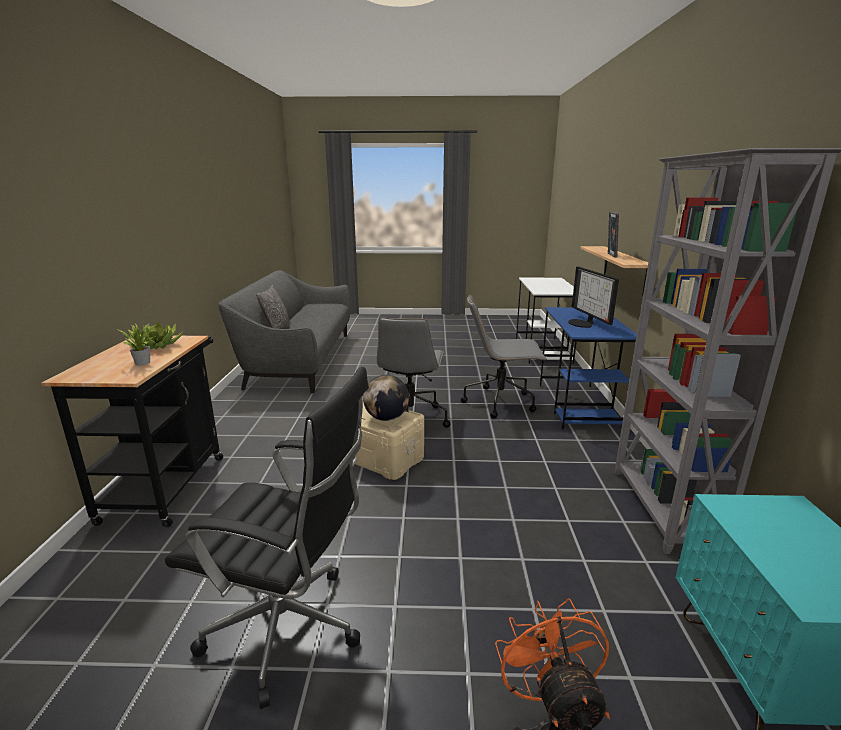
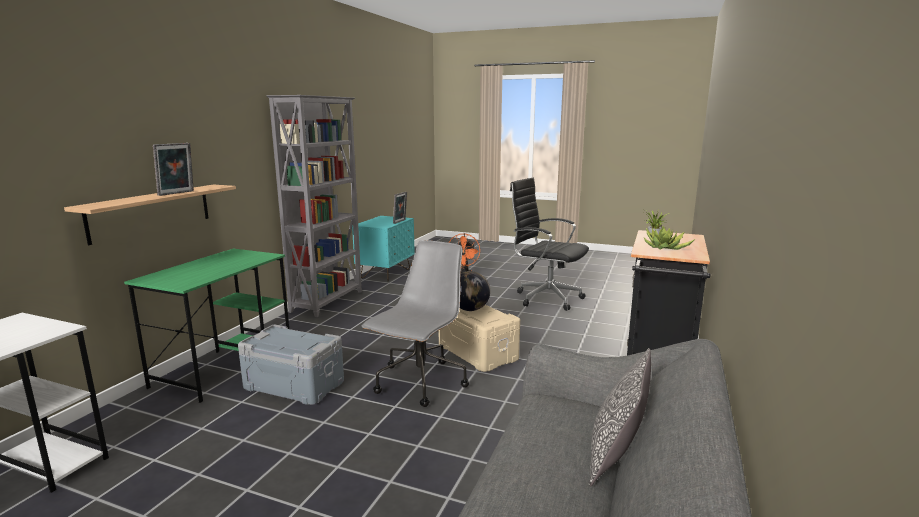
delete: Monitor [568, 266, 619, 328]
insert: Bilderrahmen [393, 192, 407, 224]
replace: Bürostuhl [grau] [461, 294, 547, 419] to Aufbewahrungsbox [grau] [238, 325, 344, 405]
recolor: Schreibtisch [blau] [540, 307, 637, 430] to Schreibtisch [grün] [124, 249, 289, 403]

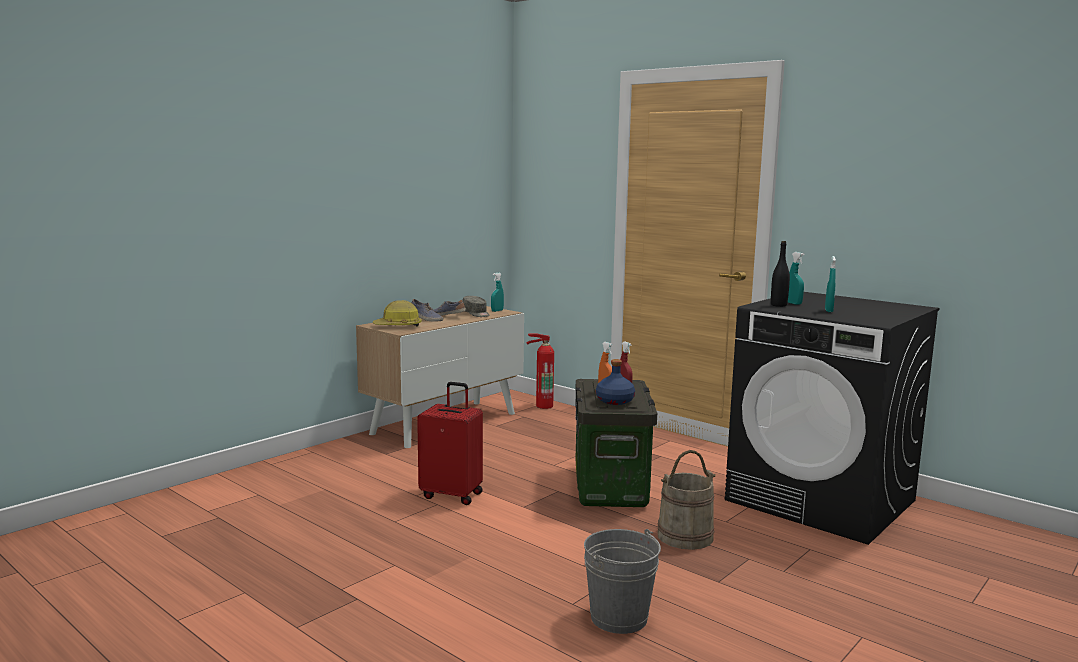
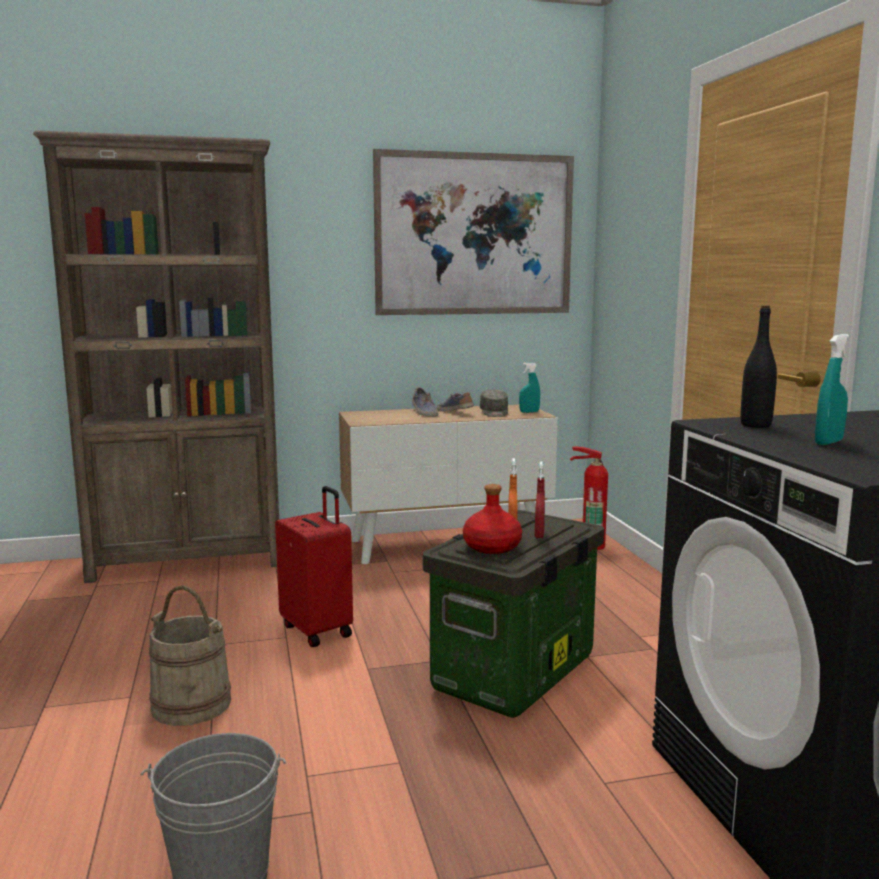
delete: Sprühflasche [türkis] [788, 252, 804, 305]; Schutzhelm [373, 300, 422, 327]
insert: Bücherregal [braun] [33, 131, 279, 583]; Bild [373, 149, 574, 315]
move: Eimer [beige] [658, 450, 716, 550] to [149, 585, 231, 726]
recolor: Flasche [blau] [596, 359, 635, 405] to Flasche [rot] [463, 484, 522, 554]

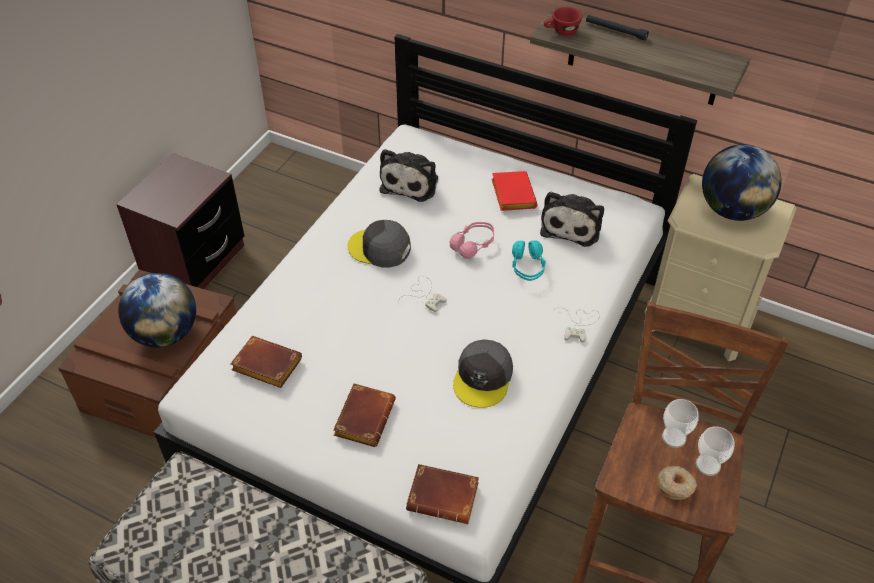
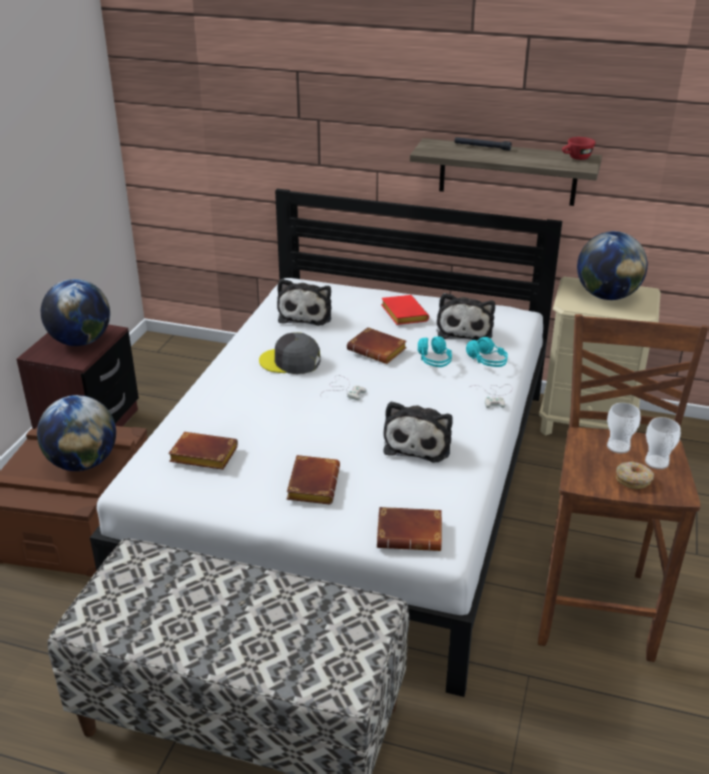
insert: Globus [41, 279, 110, 346]; Kopfhörer [türkis] [466, 337, 508, 367]
move: Tasse [rot] [544, 7, 582, 36] to [562, 137, 595, 160]
replace: Kopfhörer [rosa] [450, 222, 494, 259] to Buch [braun] [347, 327, 407, 364]; Kappe [grau] [453, 339, 513, 408] to Plüschtier [383, 401, 453, 463]

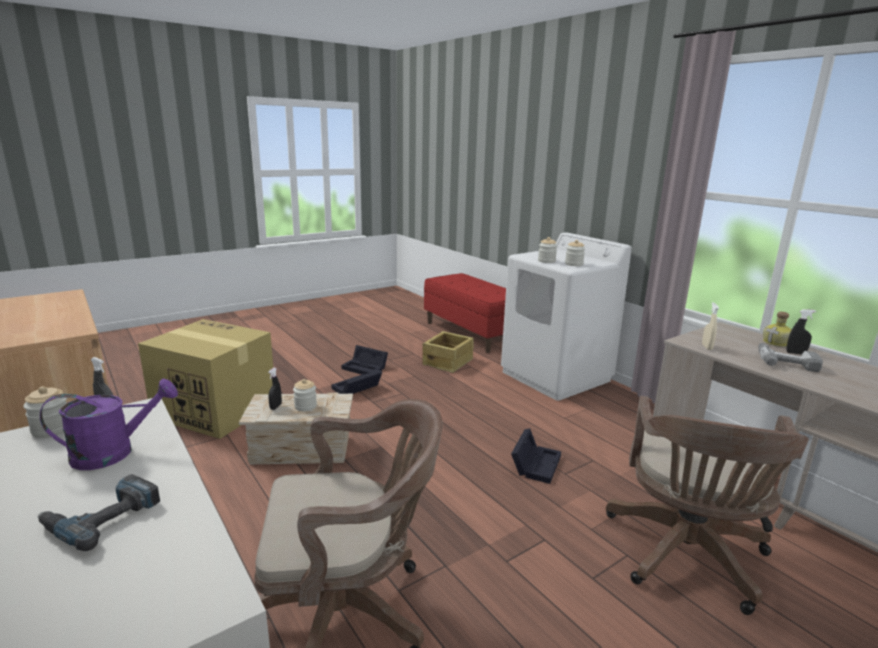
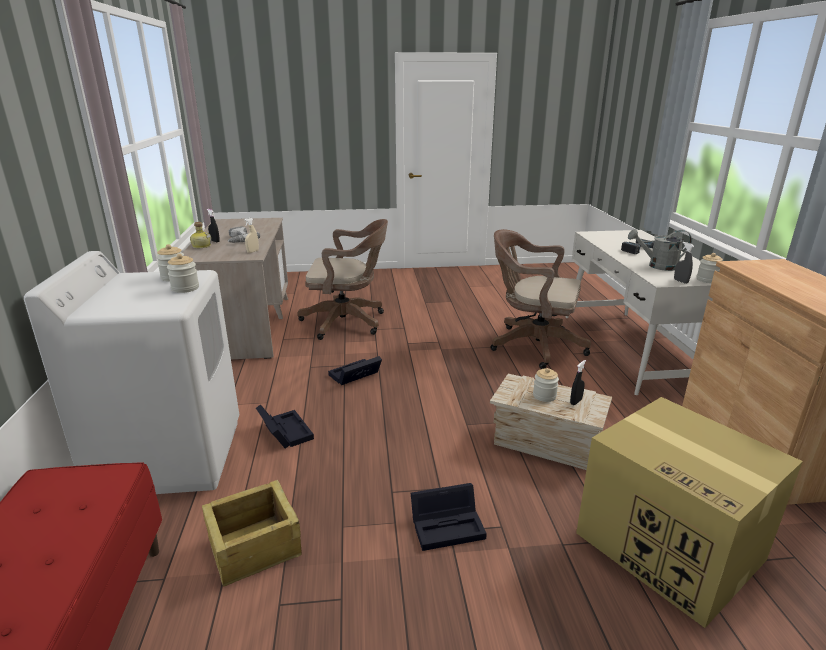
move: Aufbewahrungsbox [schwarz] [341, 345, 388, 375] to [256, 404, 314, 449]
recolor: Gießkanne [lila] [40, 379, 178, 470] to Gießkanne [grau] [628, 229, 692, 271]
rotate: Bürostuhl [braun] [606, 396, 809, 615] = [297, 219, 388, 340] 45 degrees clockwise

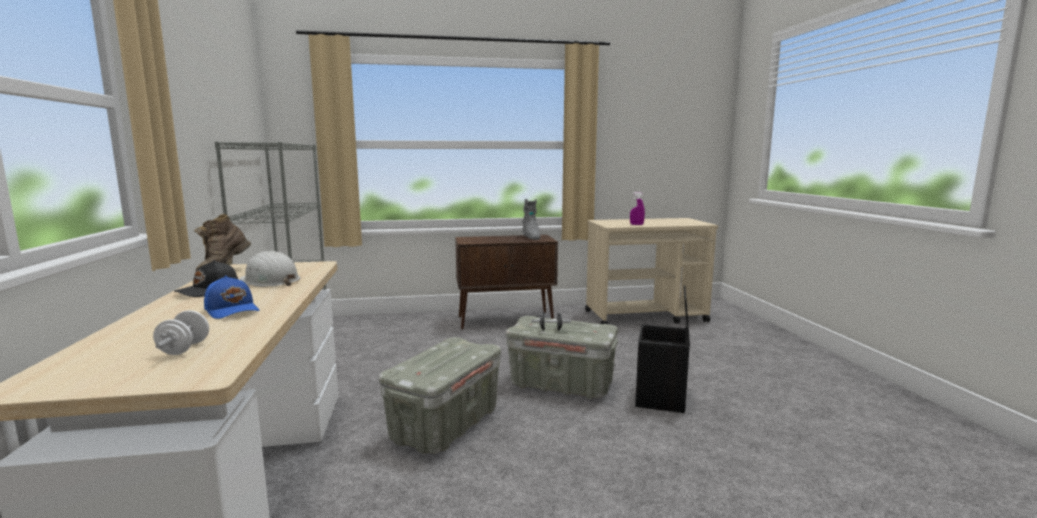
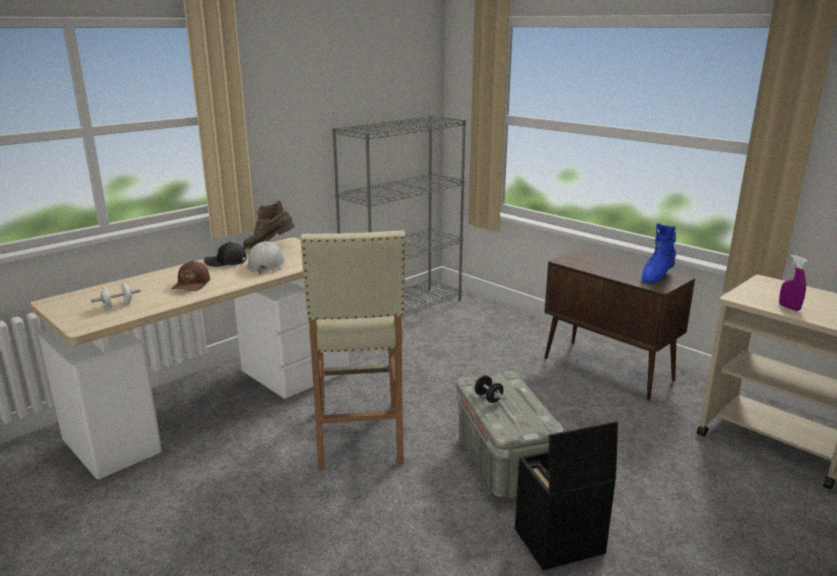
replace: Aufbewahrungsbox [grau] [379, 337, 501, 454] to Hocker [beige] [300, 230, 405, 471]
recolor: Stiefel [grau] [522, 199, 540, 240] to Stiefel [blau] [642, 223, 676, 283]; Kappe [blau] [204, 276, 260, 319] to Kappe [braun] [171, 261, 210, 291]

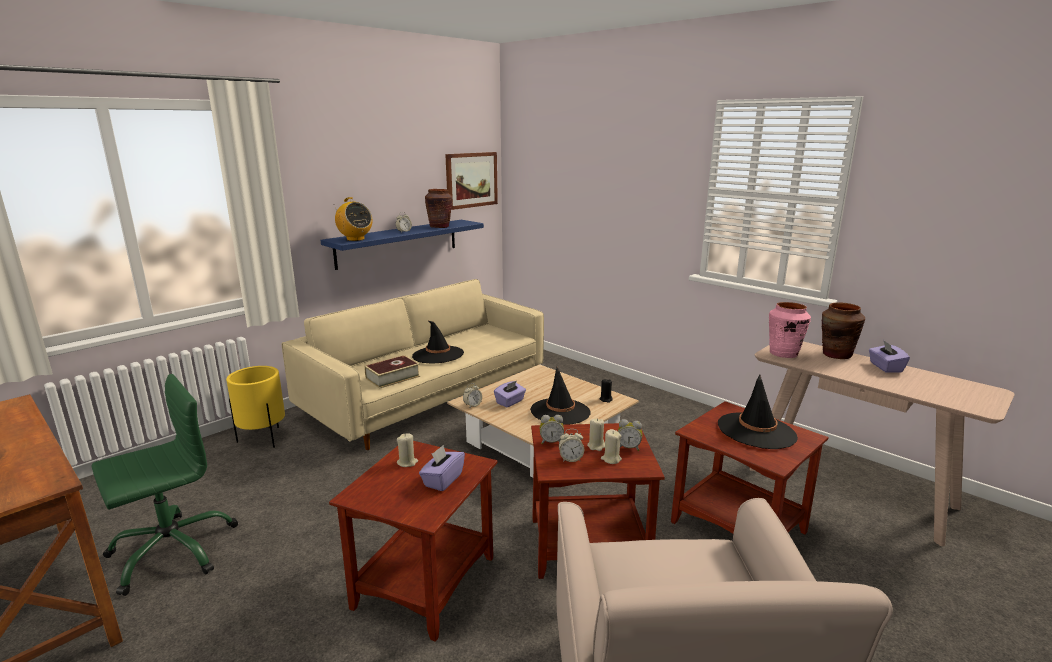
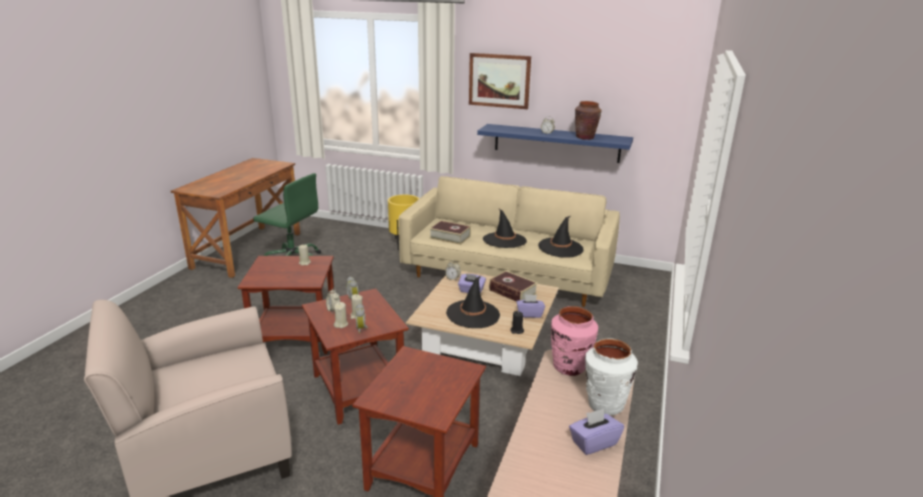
delete: Radio [335, 197, 372, 241]
insert: Buch [489, 271, 538, 301]
move: Bild [445, 152, 498, 210] to [469, 53, 531, 109]; Hut [schwarz] [718, 374, 798, 449] to [538, 216, 584, 258]; Taschentuchbox [lila] [419, 445, 465, 491] to [516, 294, 545, 318]
recolor: Vase [braun] [822, 303, 865, 359] to Vase [weiß] [585, 338, 638, 415]

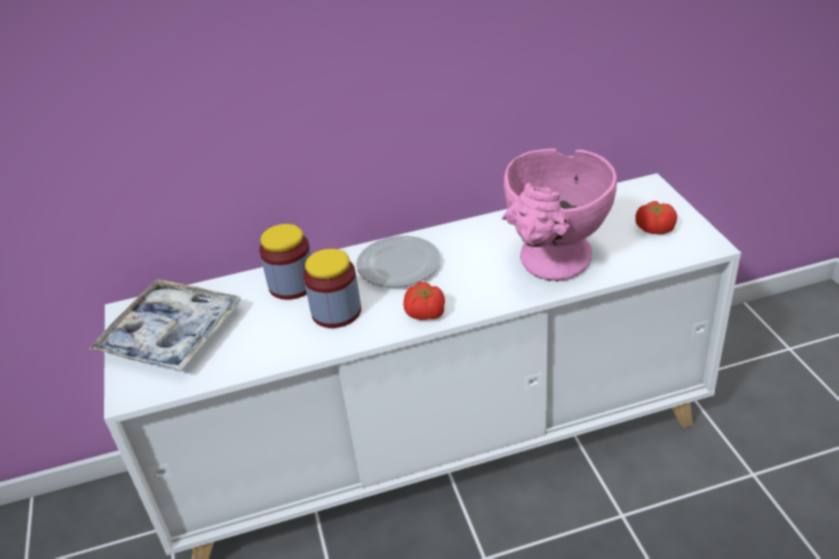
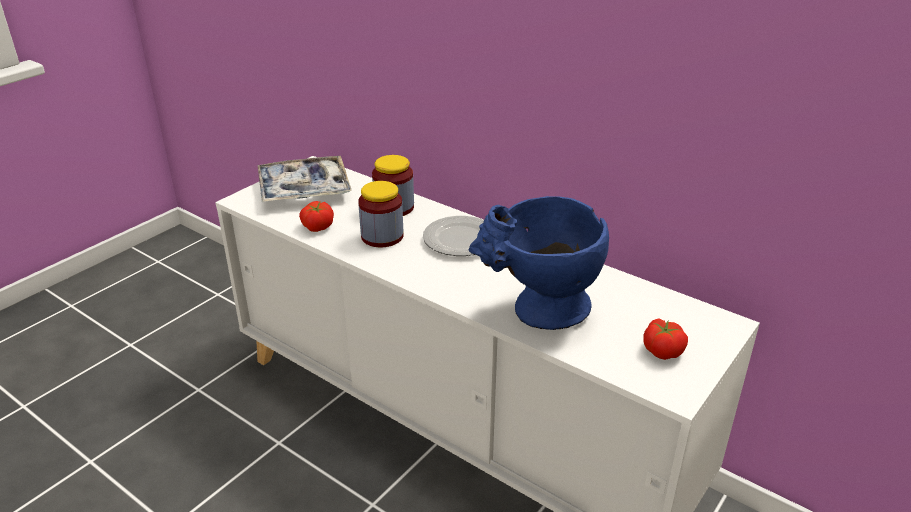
move: Tomate [403, 282, 445, 320] to [299, 201, 334, 232]
recolor: Vase [rosa] [502, 148, 617, 282] to Vase [blau] [469, 196, 609, 330]

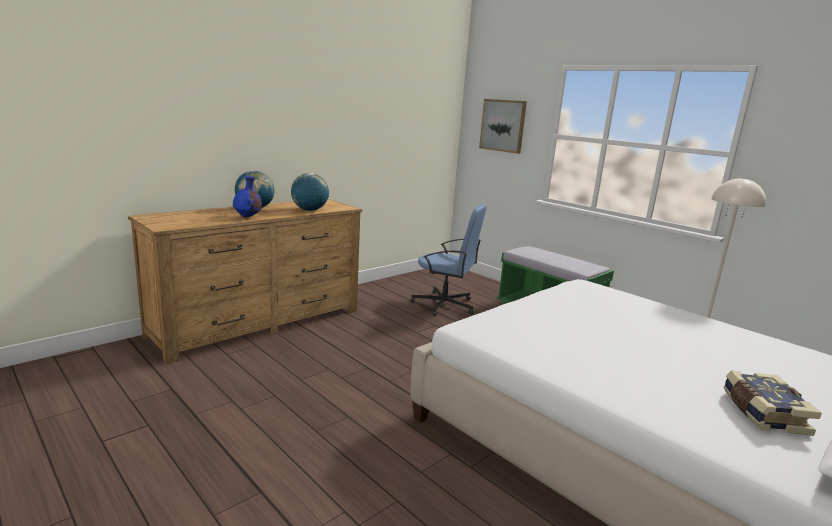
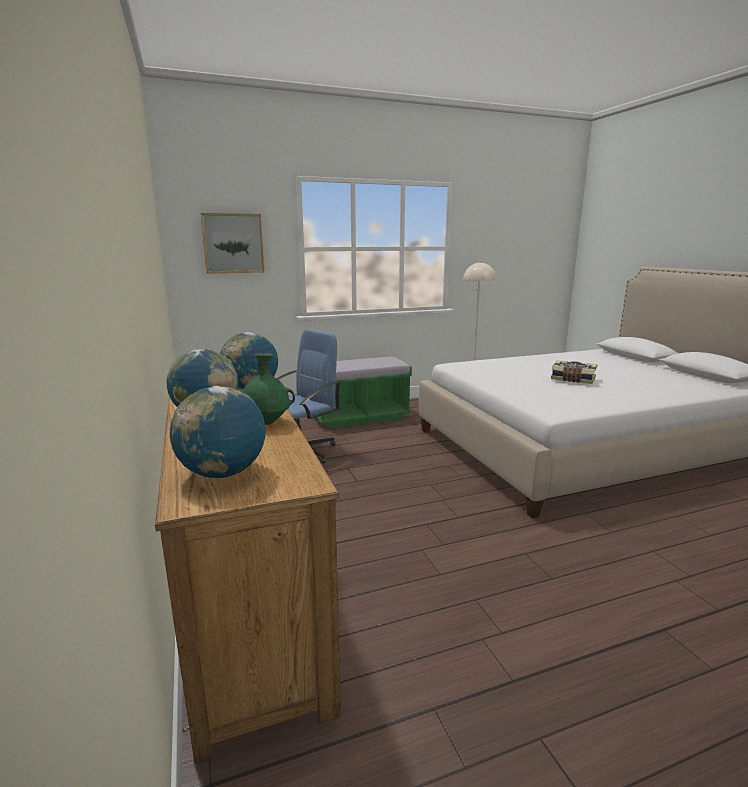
insert: Globus [170, 386, 265, 478]
move: Buch [724, 370, 822, 436] to [551, 360, 597, 384]
recolor: Vase [blau] [233, 176, 262, 218] to Vase [grün] [241, 353, 295, 425]

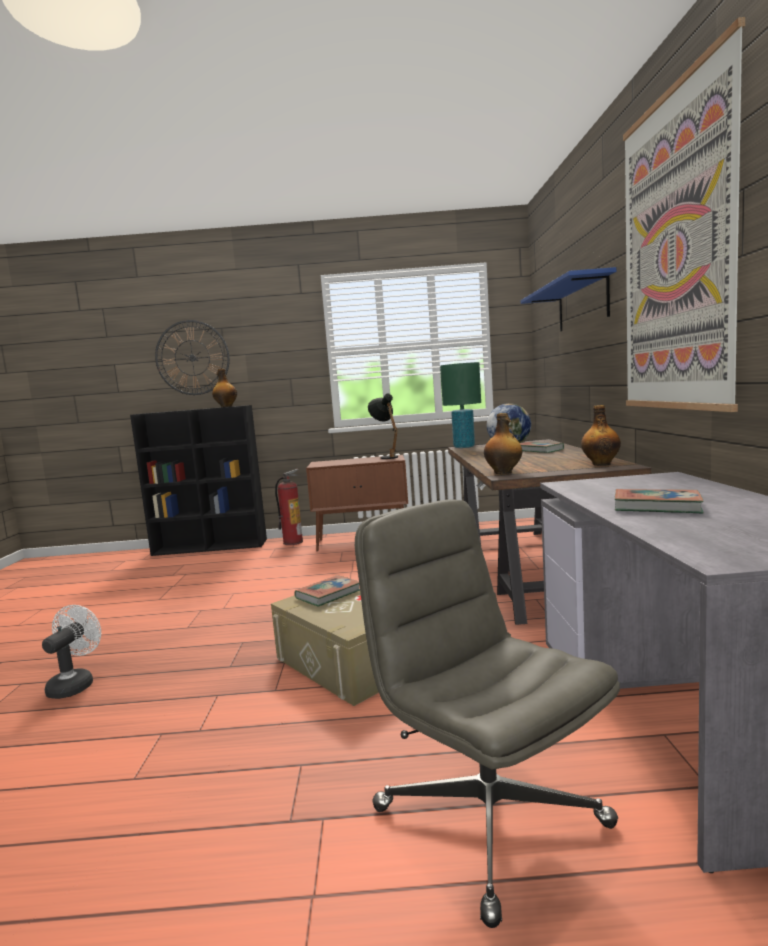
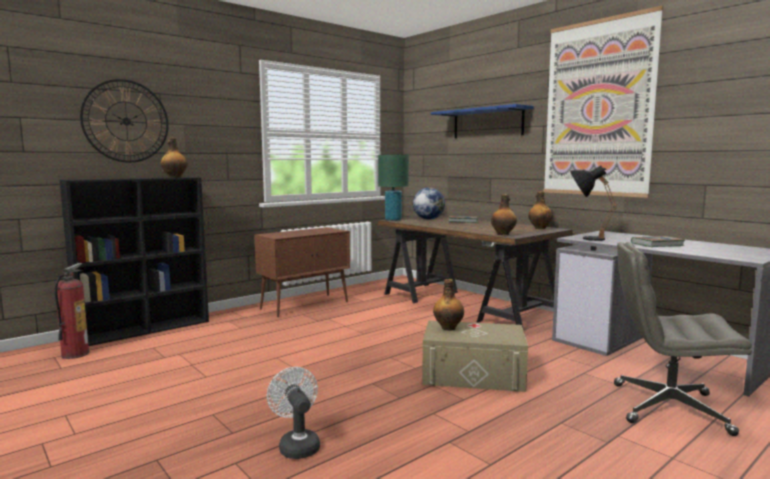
move: Tischlampe [schwarz] [368, 393, 398, 459] to [570, 166, 617, 241]; Feuerlöscher [275, 469, 303, 545] to [55, 263, 89, 359]
replace: Buch [295, 575, 360, 607] to Flasche [433, 279, 464, 331]

